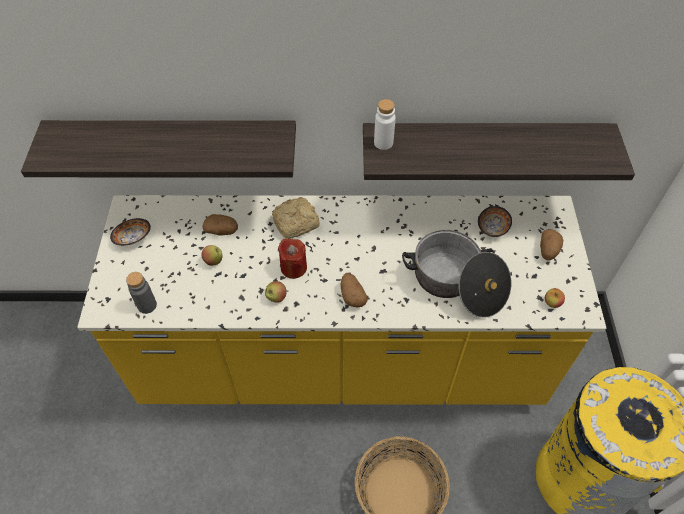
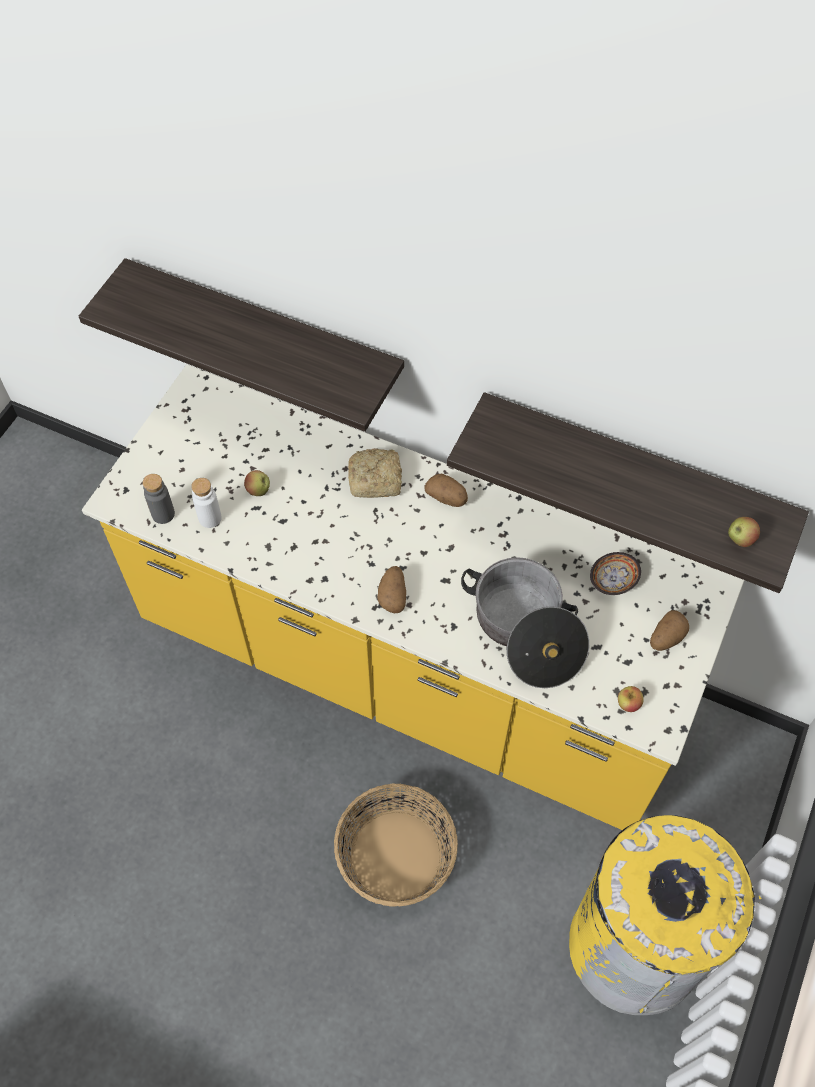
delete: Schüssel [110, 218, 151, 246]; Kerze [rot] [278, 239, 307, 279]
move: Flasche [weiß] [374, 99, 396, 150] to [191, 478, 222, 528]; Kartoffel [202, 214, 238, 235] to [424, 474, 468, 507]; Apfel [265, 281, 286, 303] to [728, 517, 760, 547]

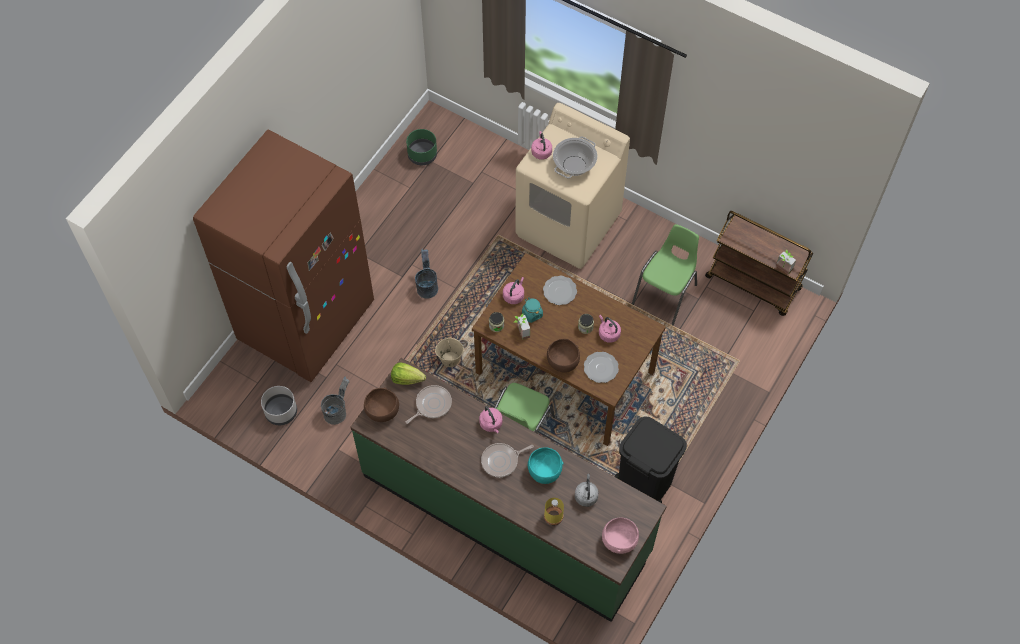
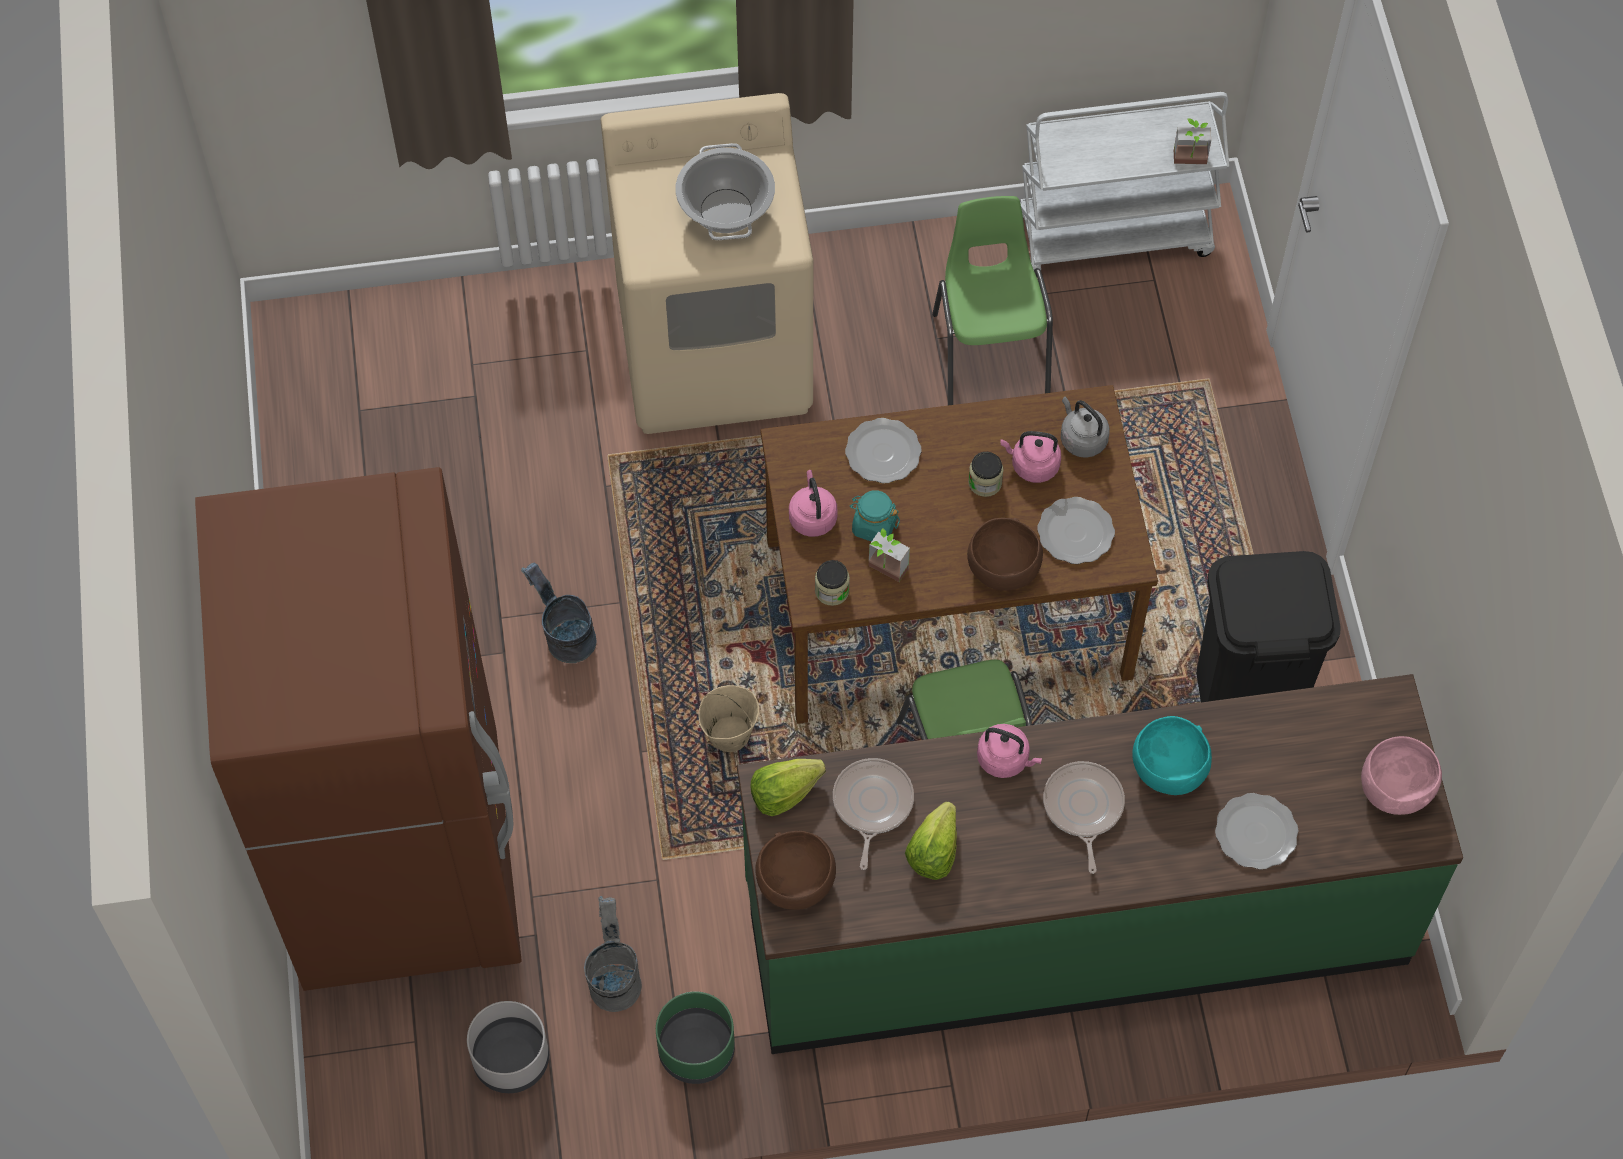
delete: Wasserkessel [rosa] [531, 131, 552, 160]
insert: Salatkopf [905, 802, 957, 880]
move: Pflanzkübel [grün] [406, 129, 437, 165] to [656, 991, 735, 1084]; Wasserkessel [grau] [575, 474, 599, 507] to [1061, 397, 1110, 458]
replace: Flasche [gelb] [544, 498, 564, 525] to Teller [1215, 793, 1298, 870]
recolor: Rollwagen [braun] [705, 211, 814, 316] to Rollwagen [weiß] [1020, 92, 1229, 270]
rotate: Pfanne [481, 443, 534, 477] = [1043, 761, 1125, 874] 150 degrees clockwise

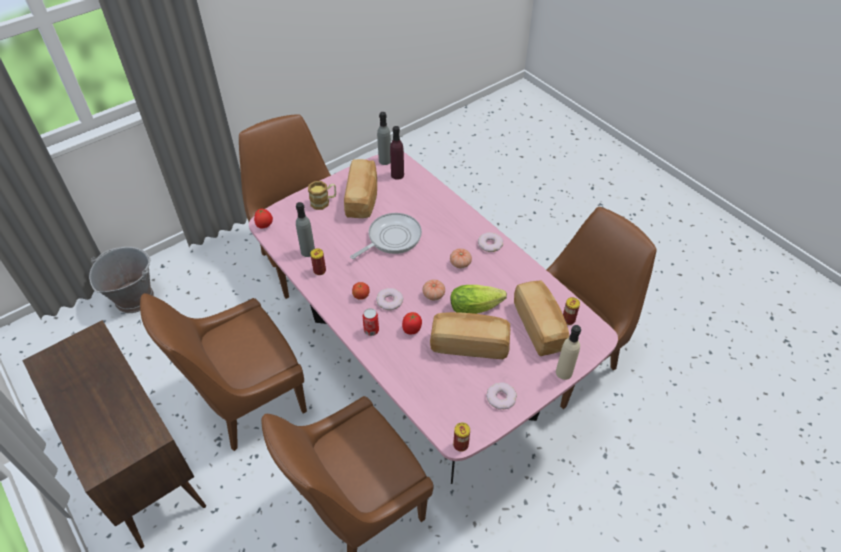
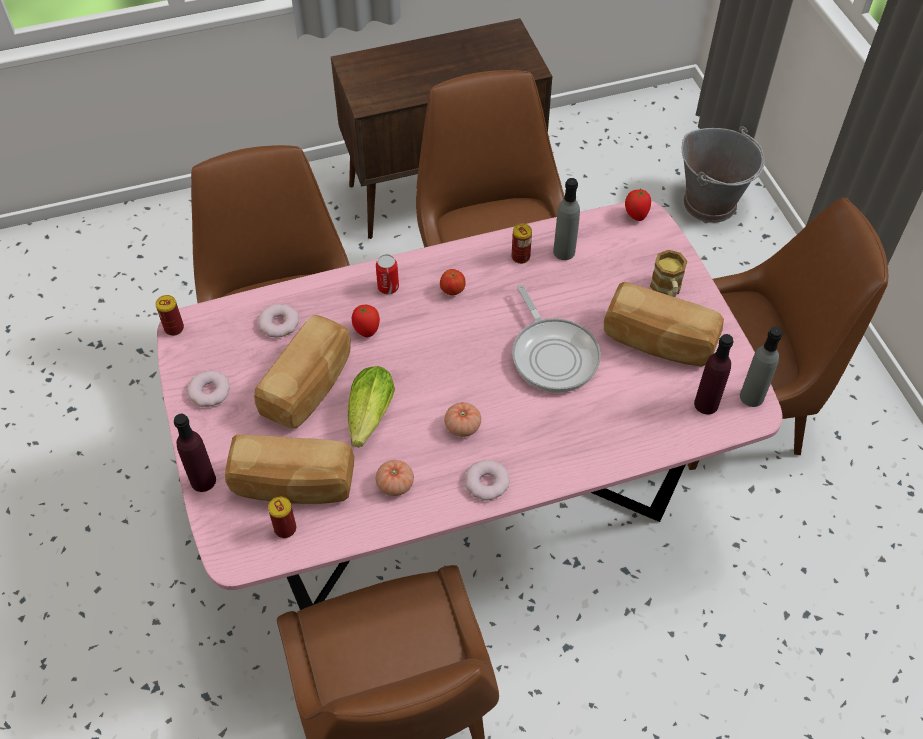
move: Tomate [423, 279, 445, 300] to [376, 460, 414, 496]; Donut [376, 288, 404, 310] to [258, 304, 299, 337]
recolor: Flasche [beige] [556, 325, 581, 380] to Flasche [lila] [174, 414, 216, 492]

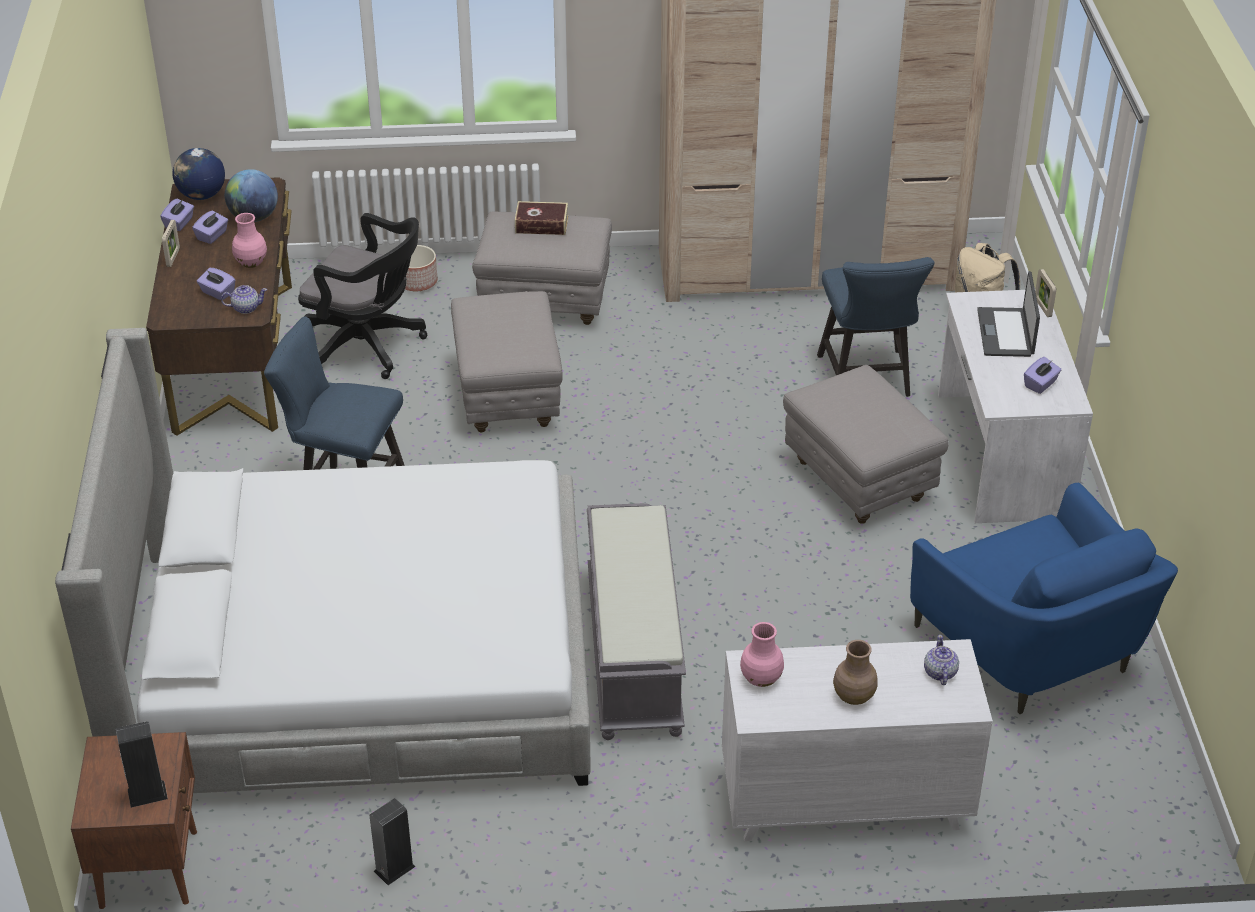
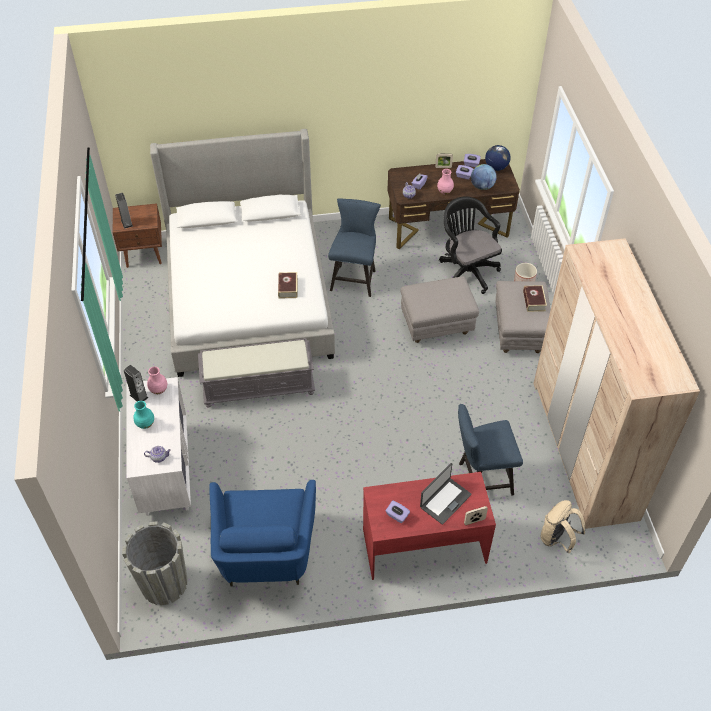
delete: Polsterhocker [grau] [783, 365, 949, 524]
insert: Buch [278, 272, 298, 299]; Pflanzkübel [grau] [122, 521, 187, 605]
move: Lautsprecher [369, 798, 416, 885] to [124, 365, 148, 401]
recolor: Schreibtisch [weiß] [938, 290, 1093, 523] to Schreibtisch [rot] [363, 472, 496, 580]; Vase [braun] [833, 640, 877, 705] to Vase [türkis] [134, 401, 154, 429]
rotate: Bürostuhl [schwarz] [298, 213, 428, 379] = [439, 196, 502, 294] 135 degrees clockwise; Laptop [977, 271, 1040, 357] = [420, 463, 471, 525] 135 degrees clockwise; Sessel [blau] [910, 483, 1178, 714] = [209, 480, 316, 587] 60 degrees counterclockwise

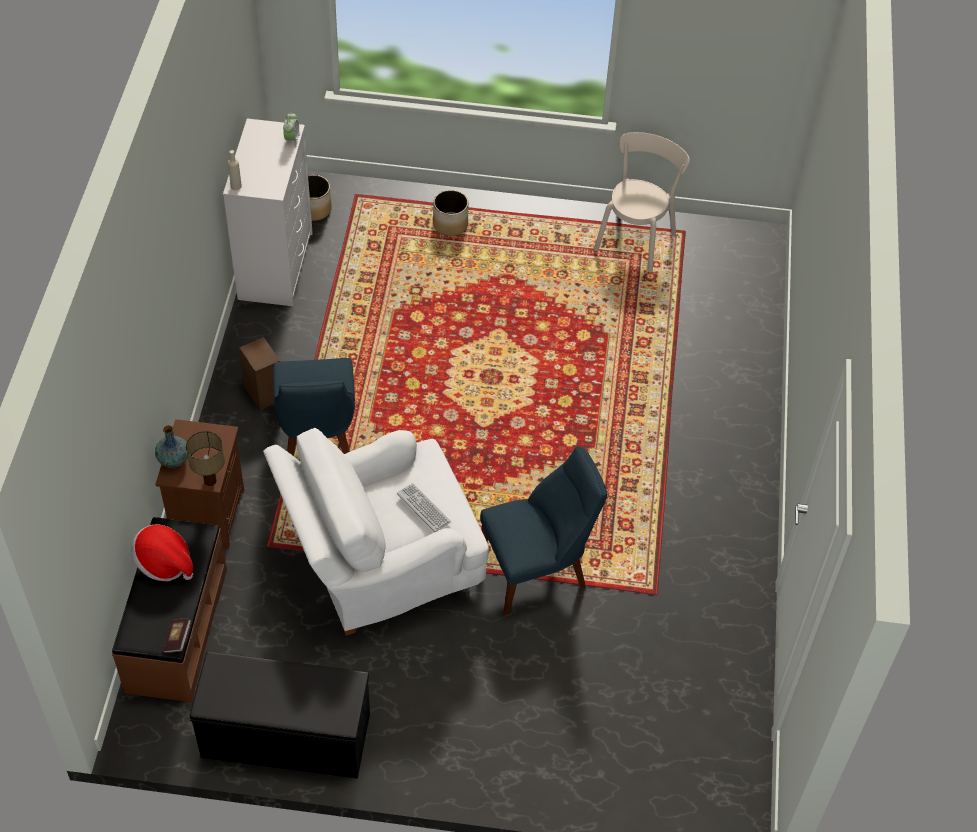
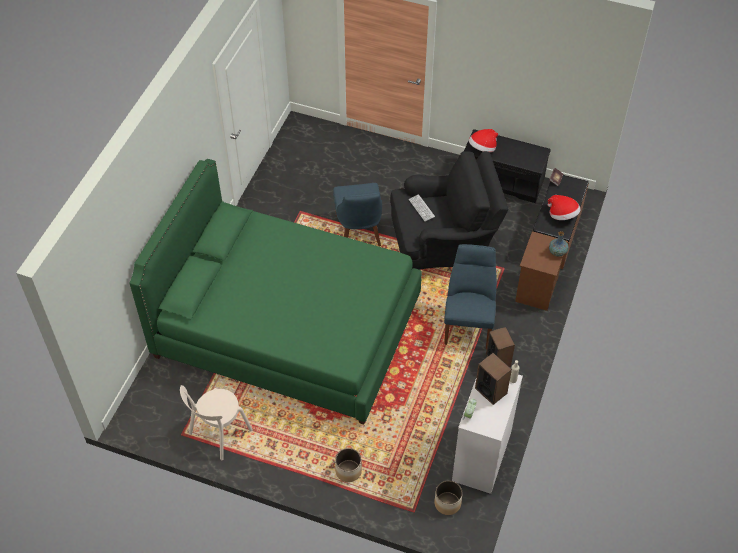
delete: Tischlampe [186, 431, 225, 486]
insert: Hut [469, 129, 498, 152]; Bett [grün] [130, 159, 422, 424]; Lautsprecher [475, 353, 512, 405]
recolor: Sessel [weiß] [263, 428, 489, 636] to Sessel [schwarz] [390, 151, 508, 270]
rotate: Stuhl [blau] [480, 446, 607, 615] = [333, 183, 382, 246] 90 degrees counterclockwise

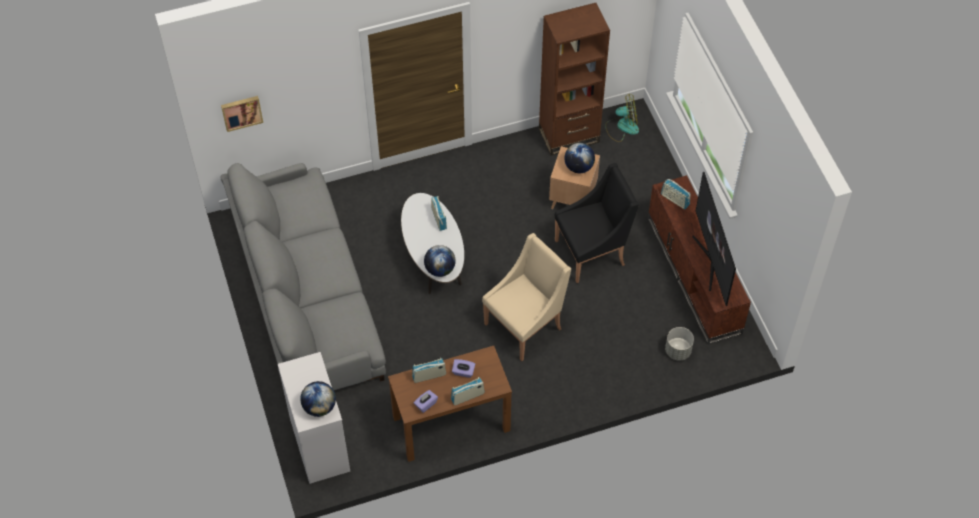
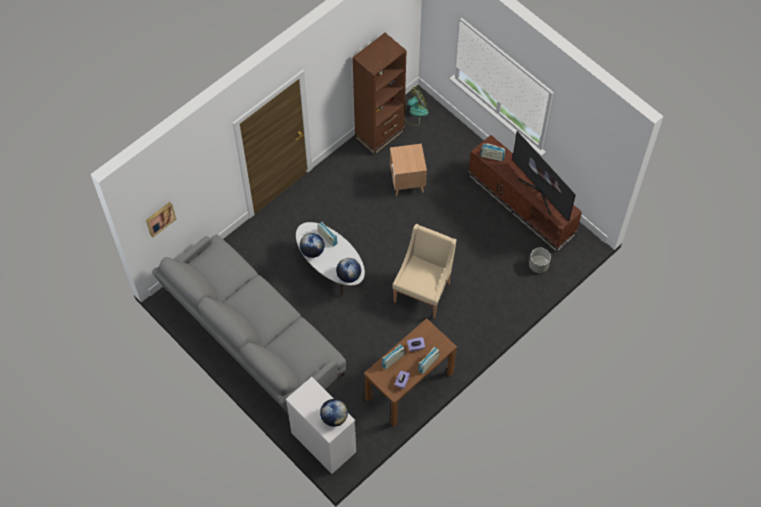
delete: Sessel [schwarz] [555, 163, 639, 283]
move: Globus [564, 143, 595, 173] to [300, 233, 324, 258]

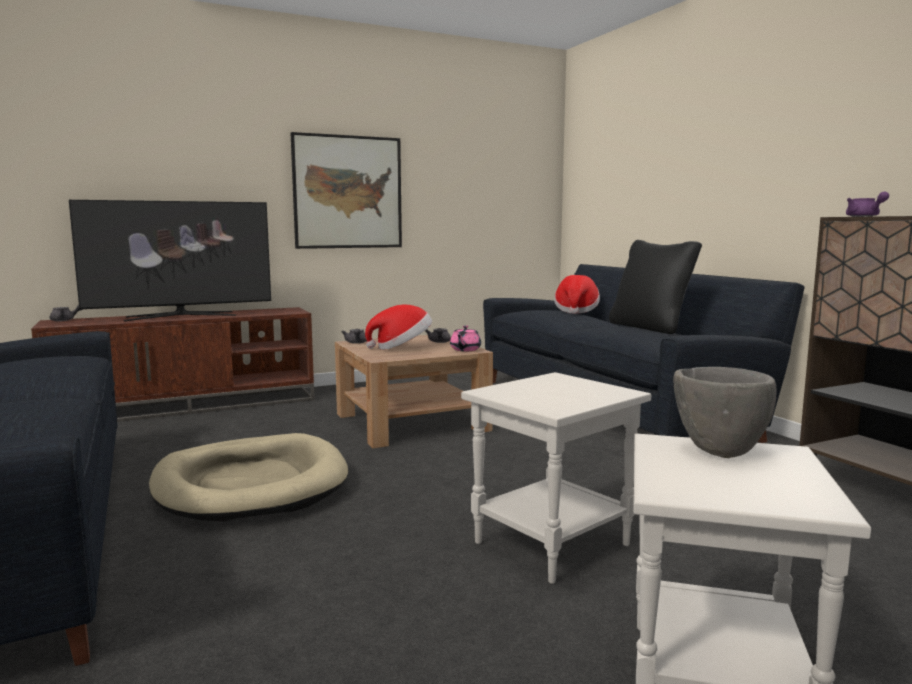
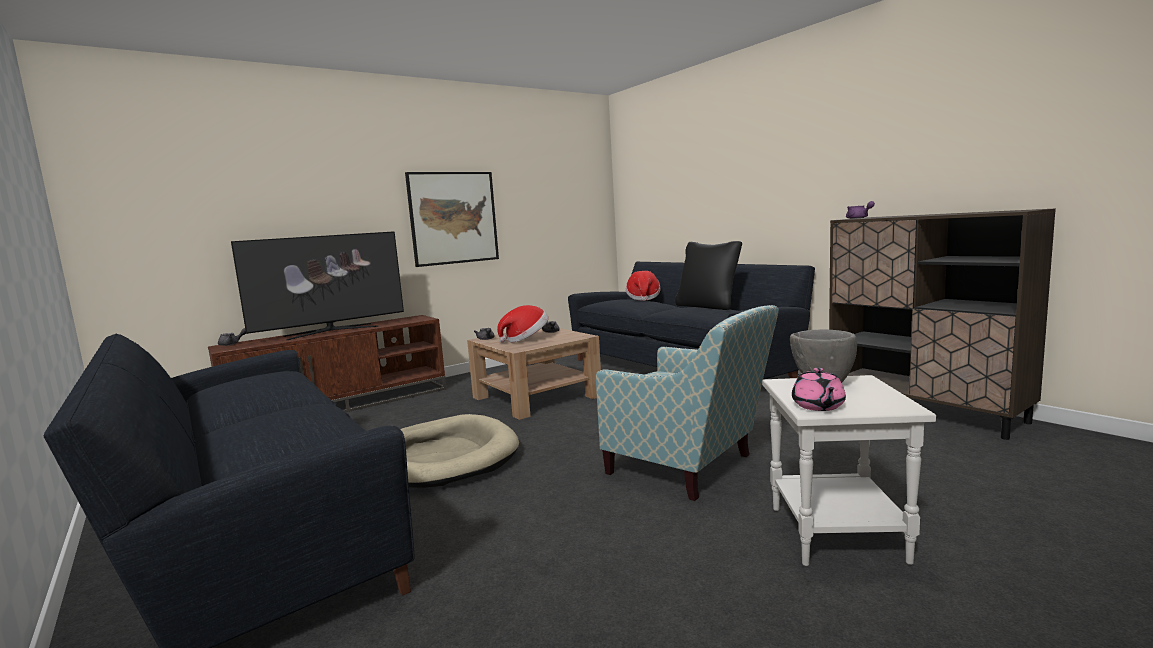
move: Teekanne [rosa] [450, 325, 481, 351] to [792, 368, 846, 411]
replace: Beistelltisch [weiß] [461, 372, 651, 584] to Sessel [596, 305, 779, 501]

